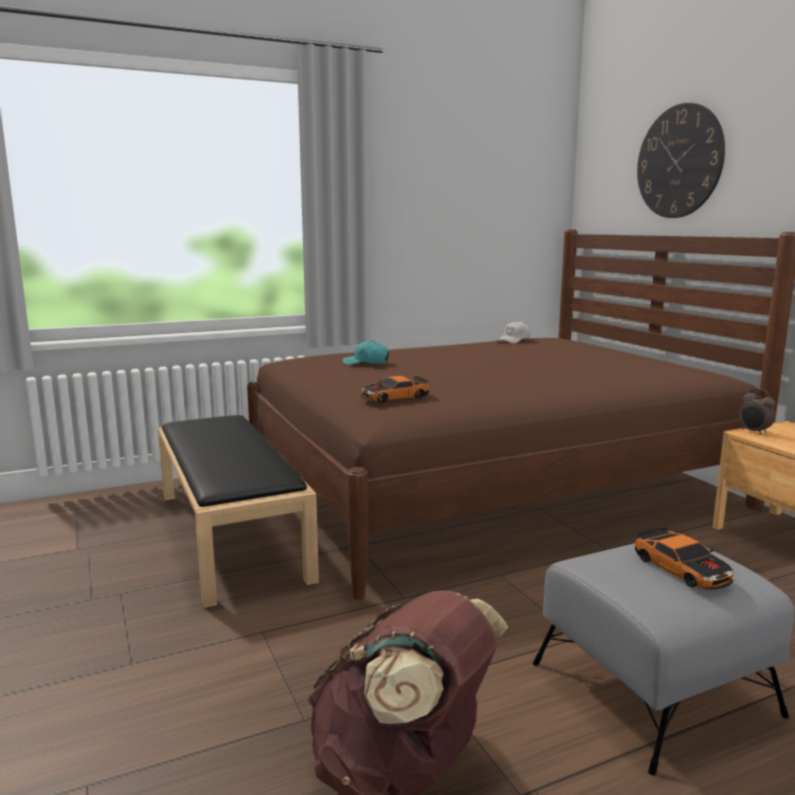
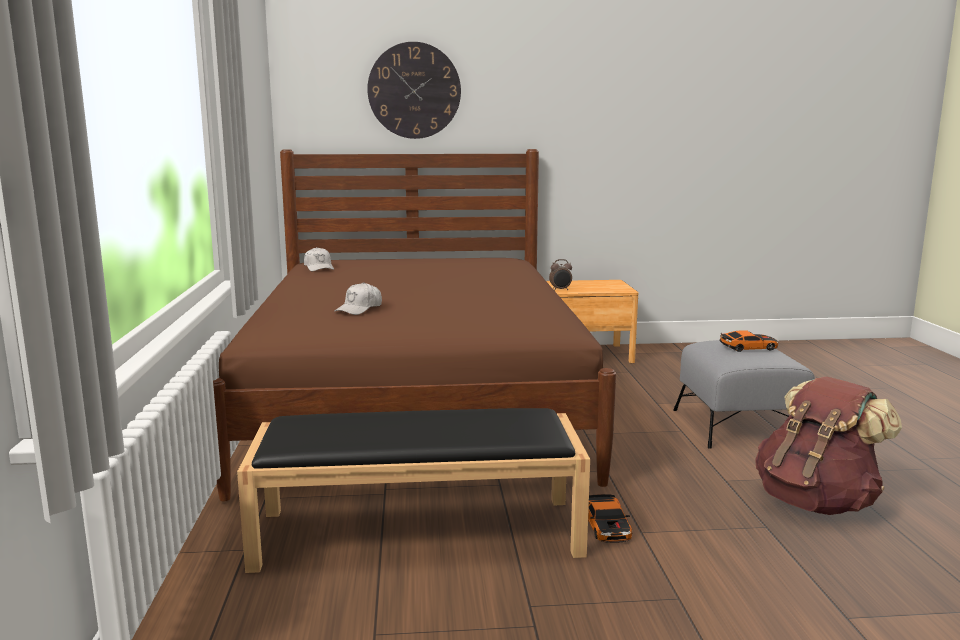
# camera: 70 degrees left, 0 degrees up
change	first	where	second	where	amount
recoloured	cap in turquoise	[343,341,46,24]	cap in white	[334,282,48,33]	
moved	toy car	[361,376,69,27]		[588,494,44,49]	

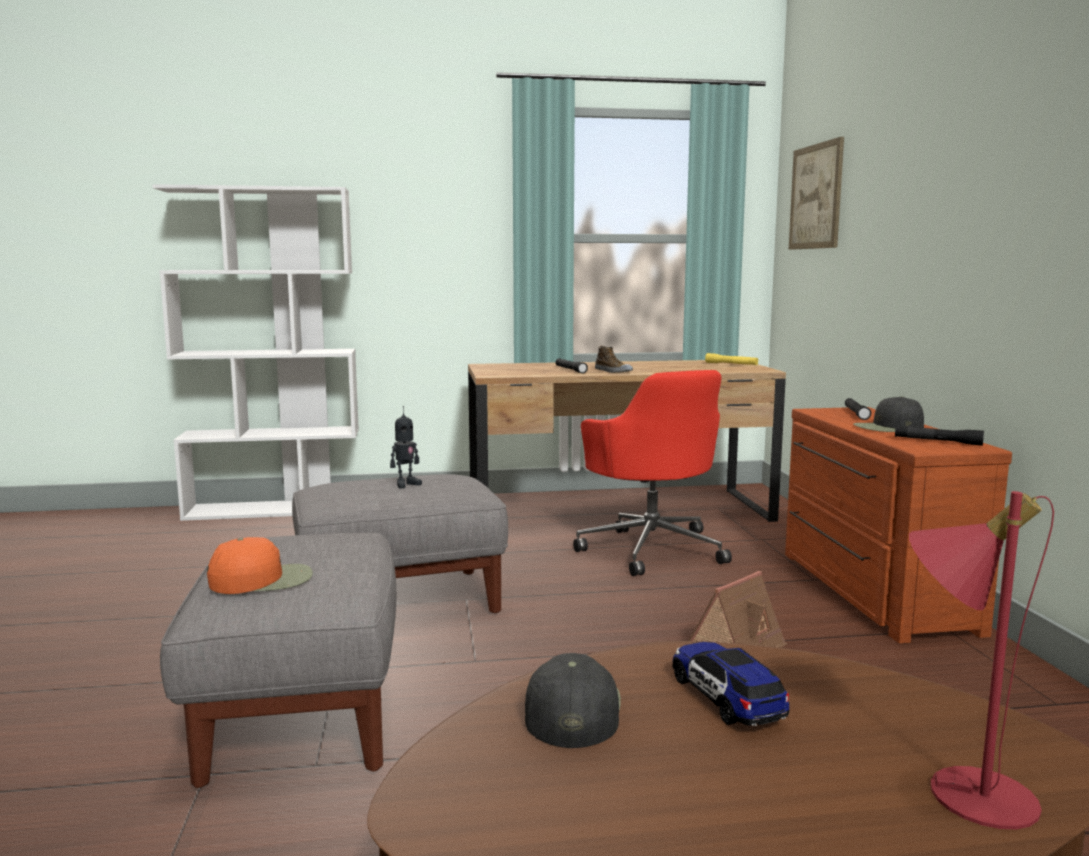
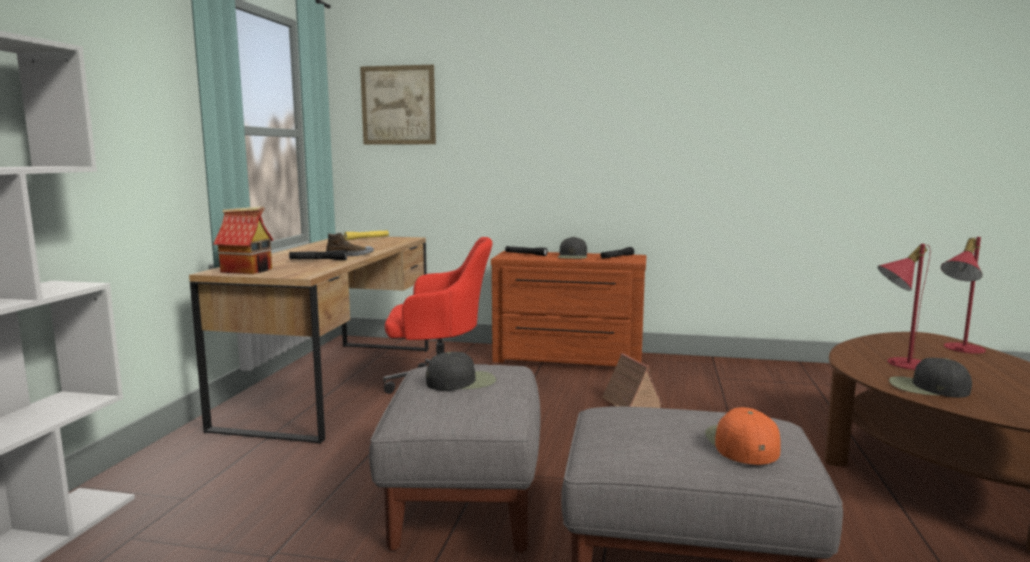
# camera: 70 degrees left, 0 degrees up
change	first	where	second	where	amount
replaced	toy robot	[390,406,32,82]	cap in blackish	[426,352,70,39]	
replaced	toy car	[672,642,117,84]	tabletop lamp in red	[877,244,54,126]	
added			model house	[213,206,61,68]	

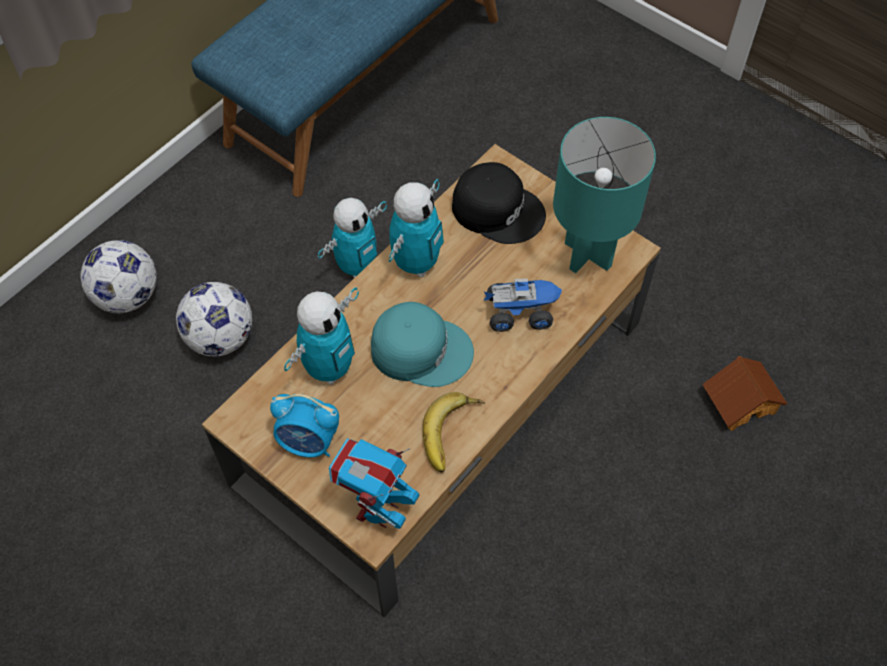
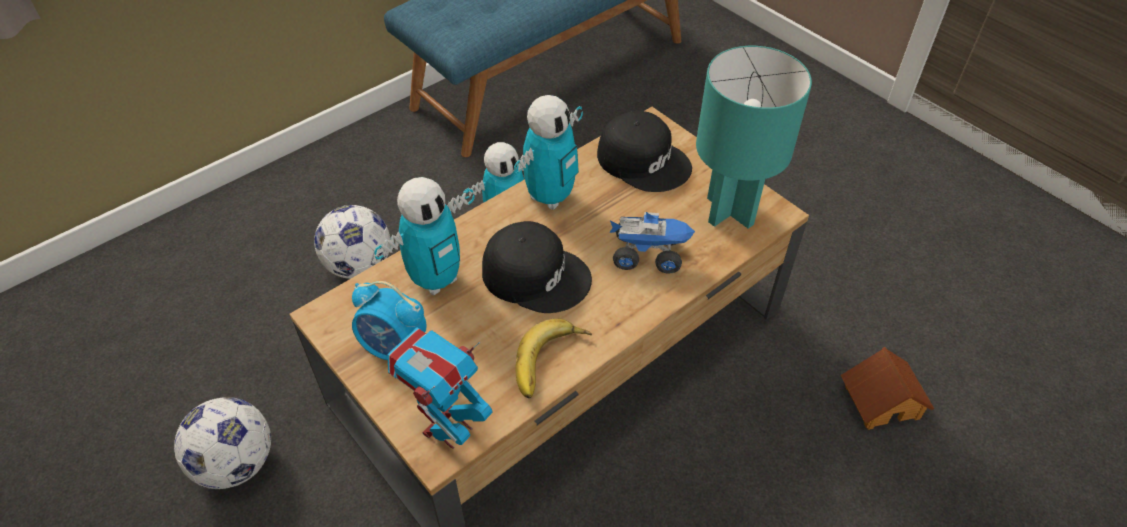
# camera: 10 degrees right, 10 degrees down
change	first	where	second	where	amount
moved	ball for football	[81,240,76,74]		[174,397,97,92]	
recoloured	cap in turquoise	[371,302,103,85]	cap in blackish	[482,221,110,92]	

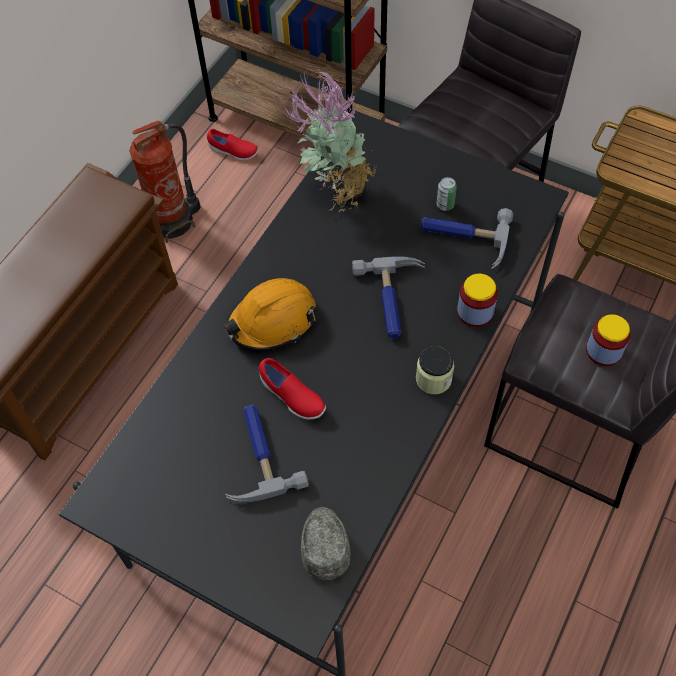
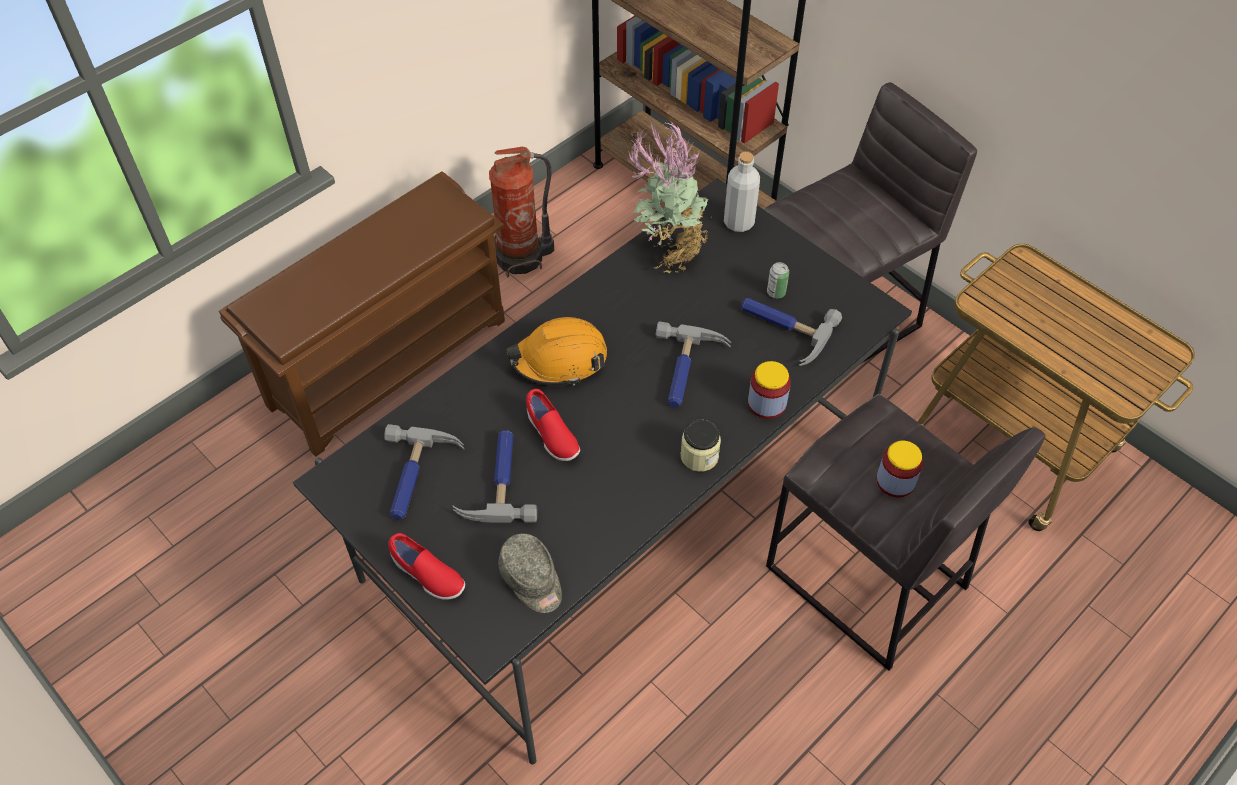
# camera: 15 degrees right, 5 degrees down
change	first	where	second	where	amount
moved	low shoe in red	[207,129,52,31]		[388,533,77,67]	
turned	cap in gray	[301,507,50,73]		[498,534,64,79]	135 degrees clockwise
added			bottle in gray	[724,152,36,80]	
added			tool hammer	[384,424,80,96]	

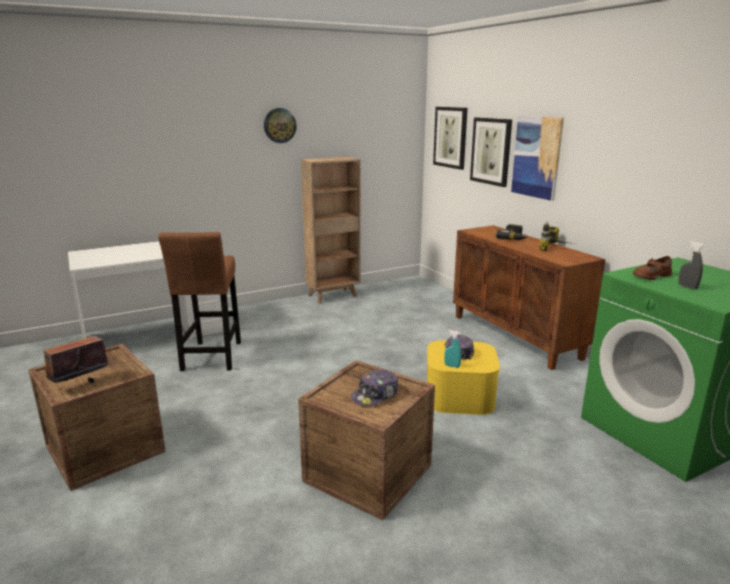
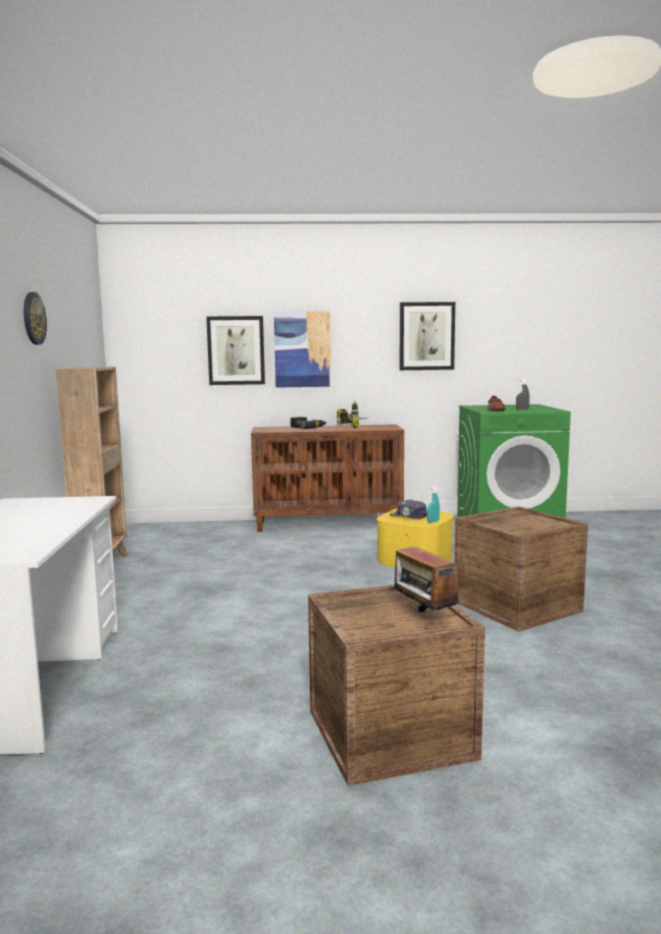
# camera: 65 degrees left, 10 degrees down
change	first	where	second	where	amount
moved	wall art	[433,107,35,63]		[400,302,55,68]	
removed	sitting stool in brown-coloured	[158,232,83,139]			
removed	cap	[351,369,47,38]			

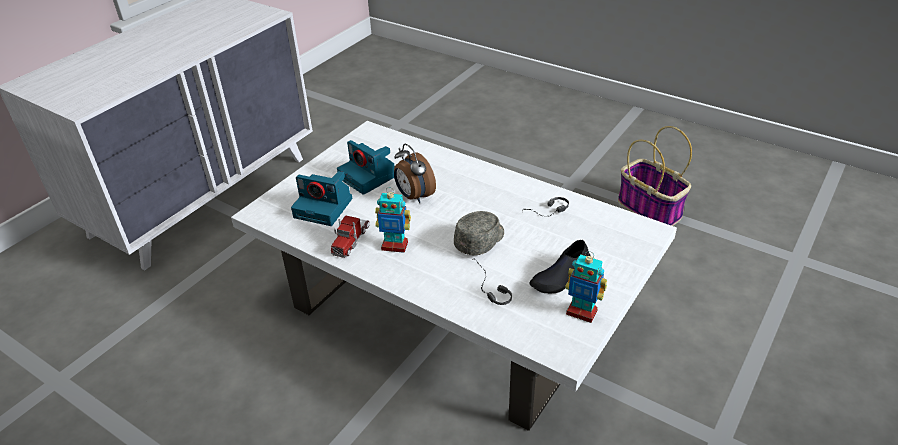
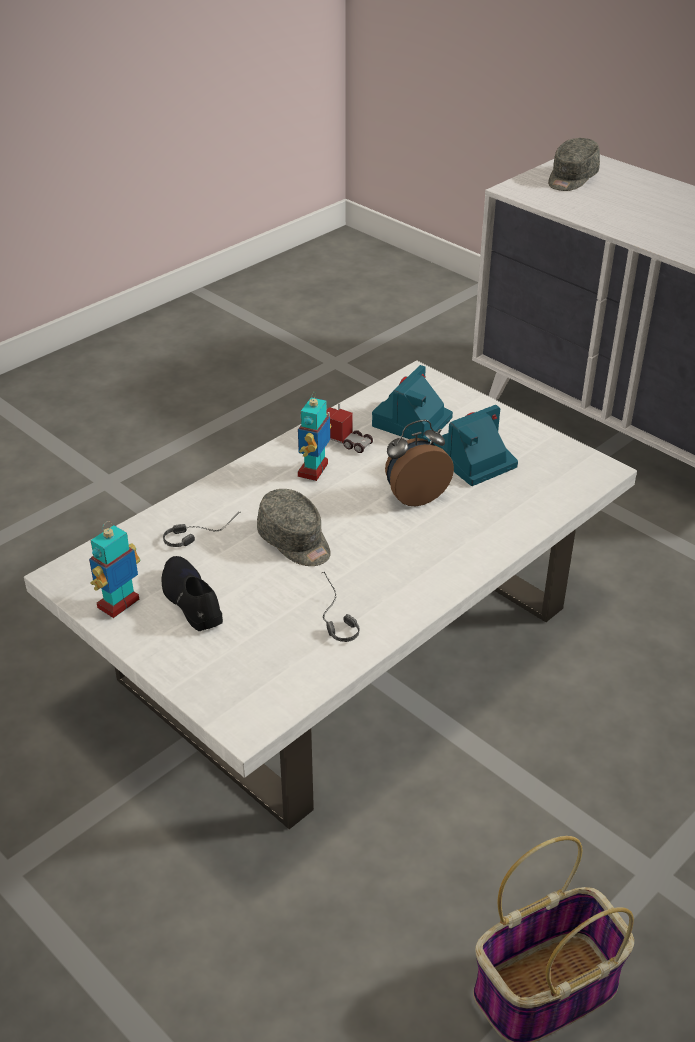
# camera: 100 degrees right, 0 degrees up
change	first	where	second	where	amount
added			cap in gray	[548,138,52,53]	

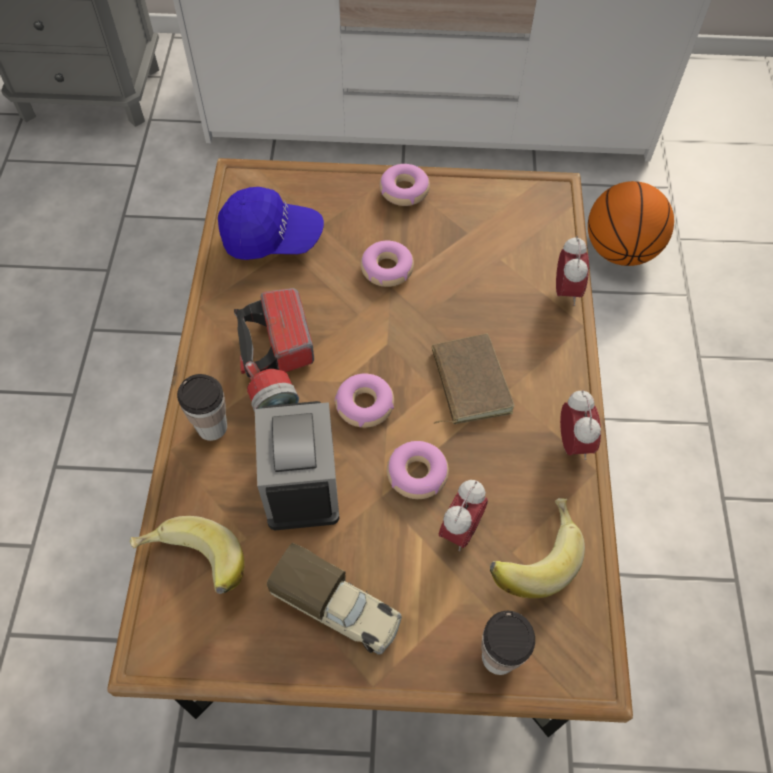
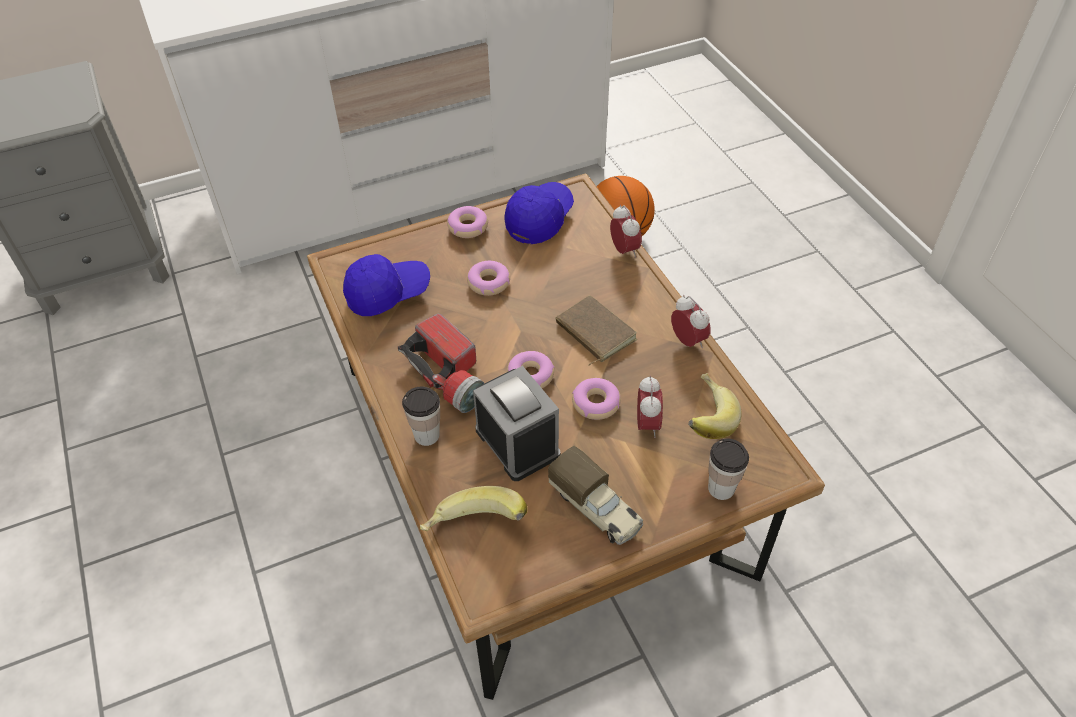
# camera: 25 degrees left, 10 degrees down
change	first	where	second	where	amount
turned	toy lorry	[267,543,135,112]		[548,446,95,99]	45 degrees clockwise
added			cap in blue-coloured	[504,182,70,62]	

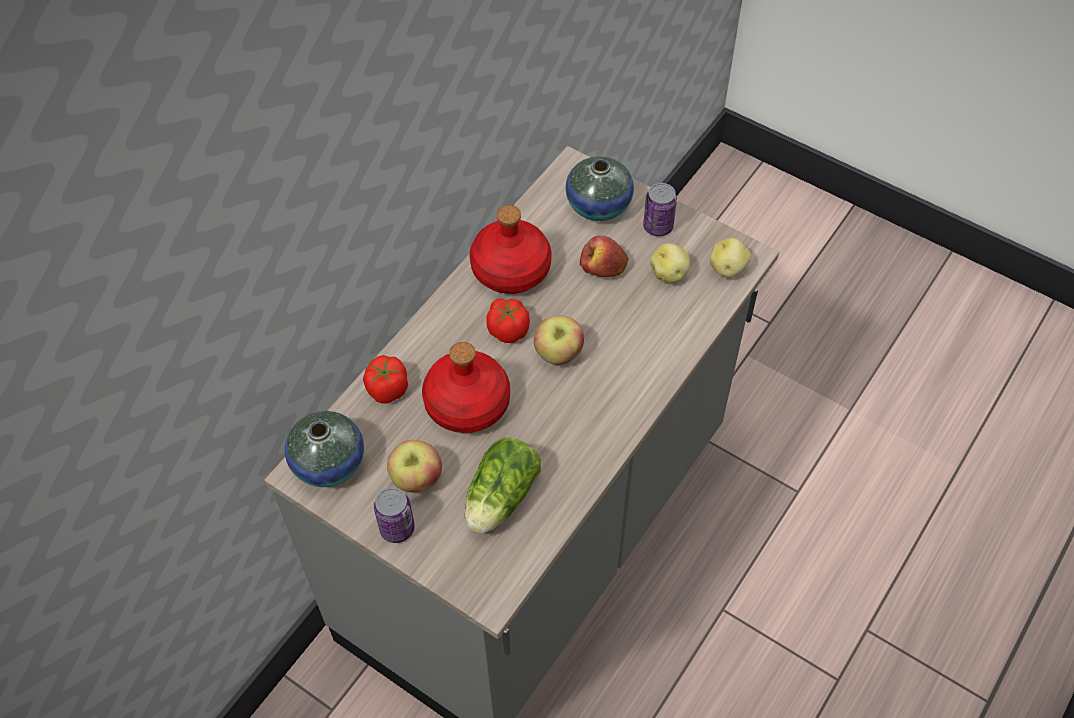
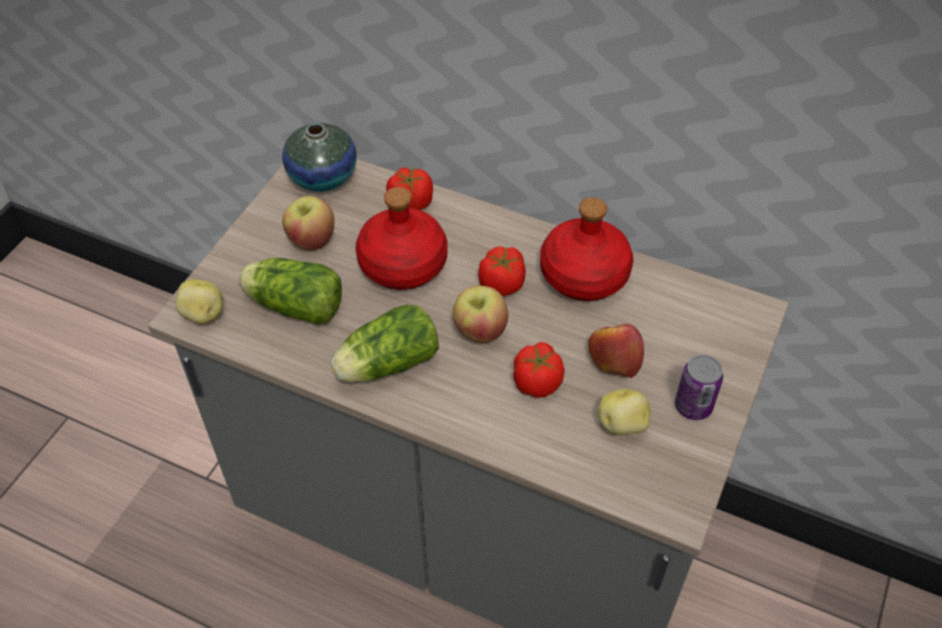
# camera: 80 degrees right, 5 degrees down
change	first	where	second	where	amount
removed	decorative vase	[566,156,68,65]			
moved	potato	[710,238,41,40]		[175,279,48,45]	
removed	sealed can	[374,487,41,56]			
added			lettuce head	[330,305,109,77]	
added			whole tomato	[513,342,51,56]	

